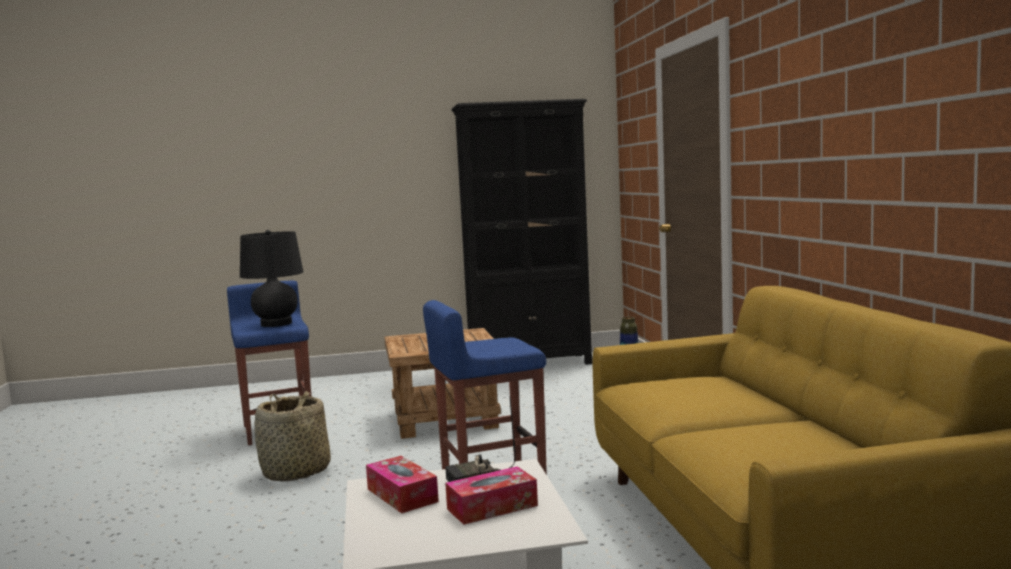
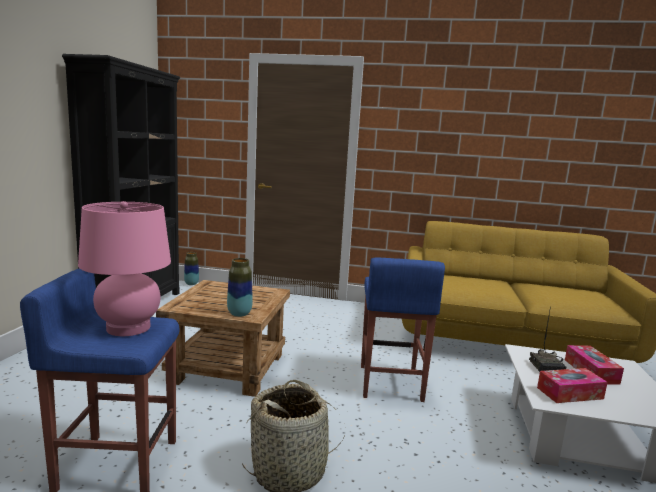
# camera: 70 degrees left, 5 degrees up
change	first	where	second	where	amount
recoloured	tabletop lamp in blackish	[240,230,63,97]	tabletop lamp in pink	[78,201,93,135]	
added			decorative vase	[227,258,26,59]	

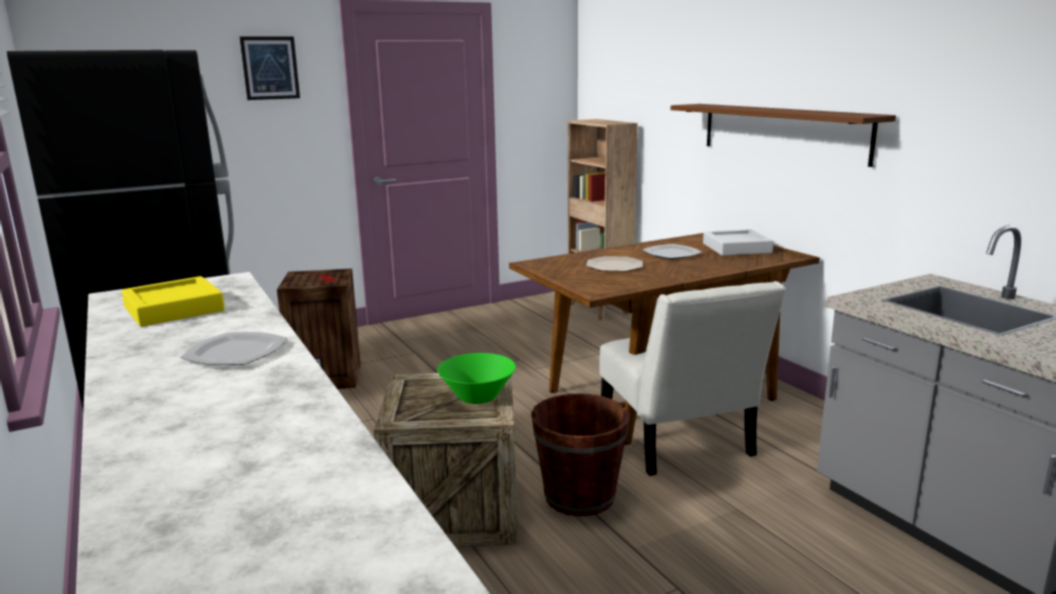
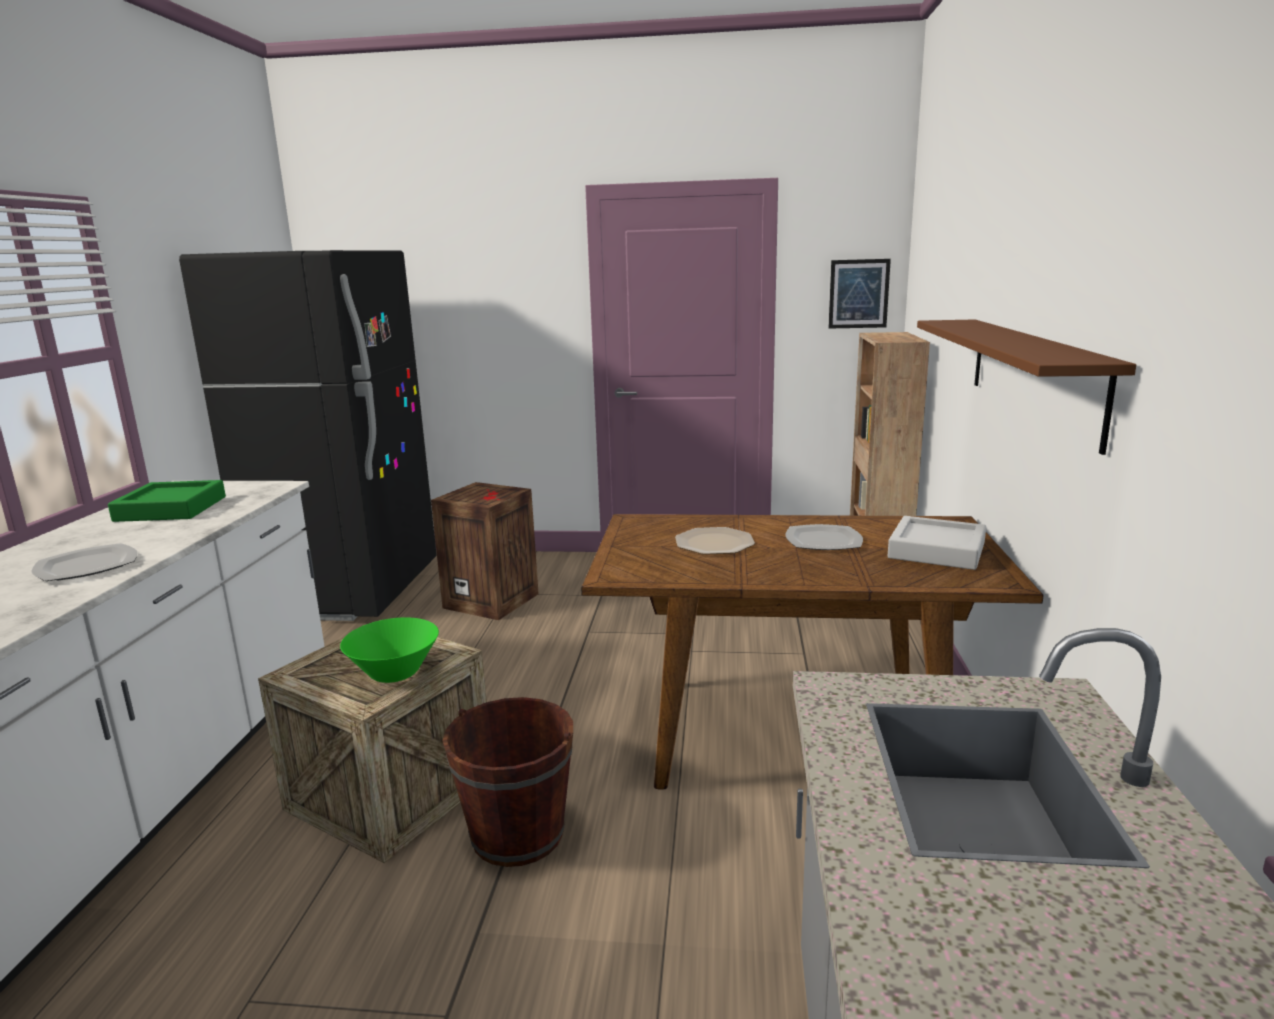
# camera: 35 degrees right, 0 degrees up
change	first	where	second	where	amount
moved	wall art	[240,37,60,63]		[829,259,62,70]	
recoloured	serving tray in yellow	[122,276,103,51]	serving tray in greenish	[108,480,118,42]	
removed	upright chair in white	[599,281,187,195]			

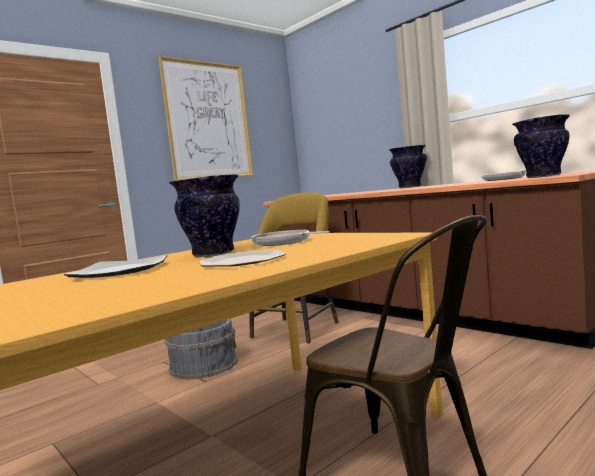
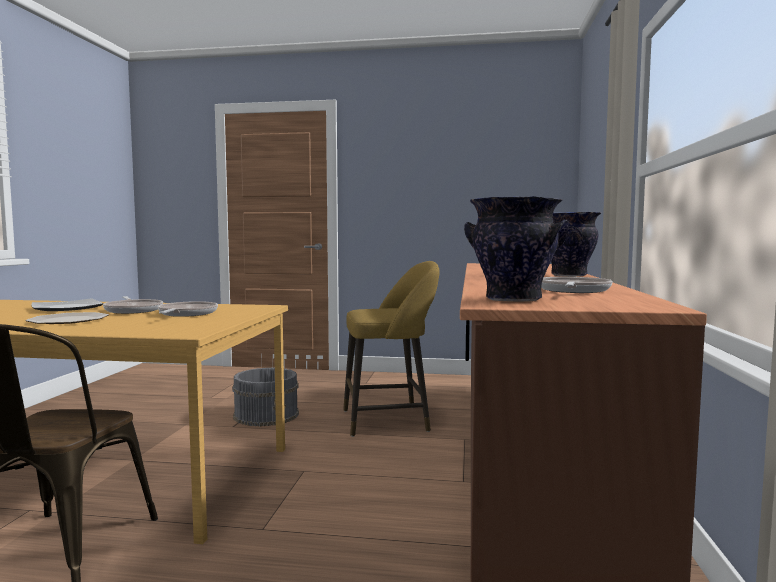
# camera: 50 degrees right, 0 degrees up
change	first	where	second	where	amount
removed	wall art	[158,56,95,125]			
replaced	decorative vase	[169,174,71,83]	frying pan	[103,296,60,18]	

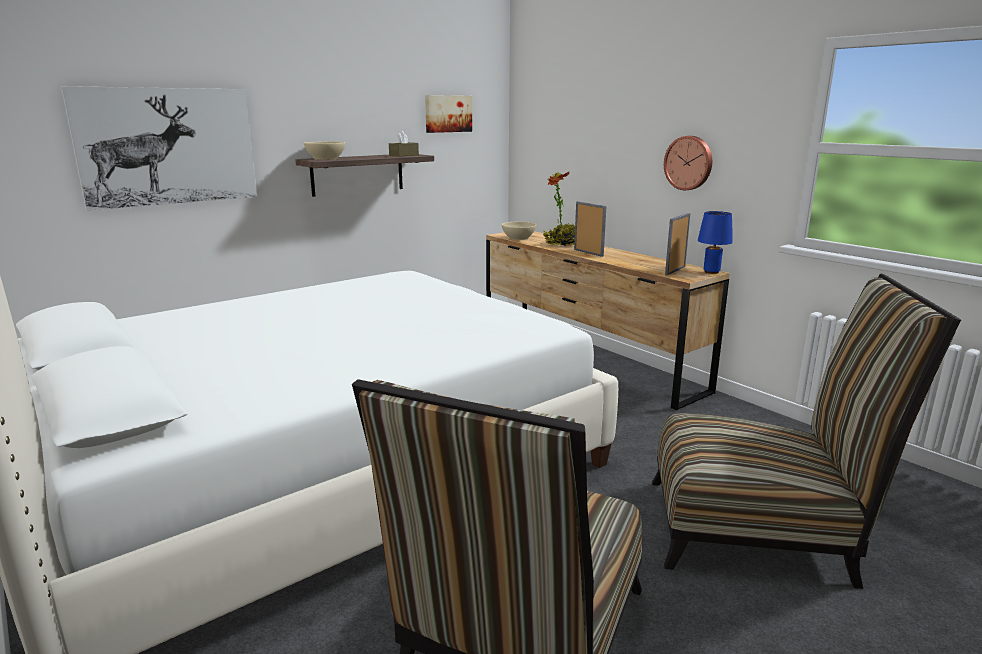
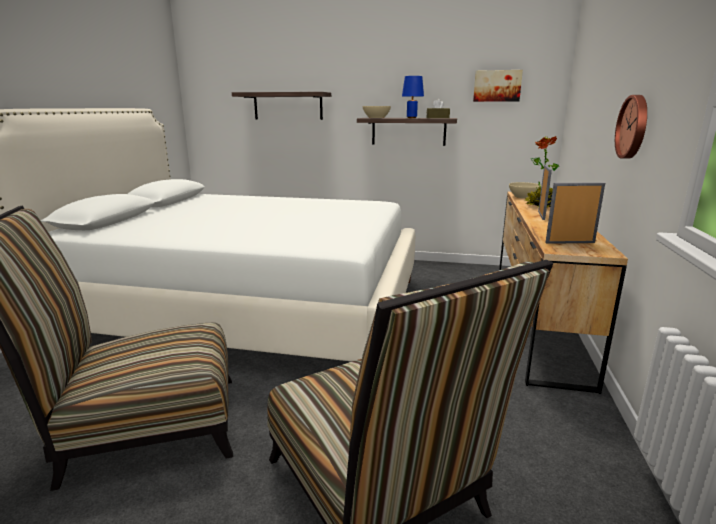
# camera: 50 degrees right, 0 degrees up
change	first	where	second	where	amount
replaced	wall art	[61,86,196,125]	wall shelf	[232,92,99,28]	
moved	tabletop lamp in blue-coloured	[698,211,35,63]		[402,76,22,42]	

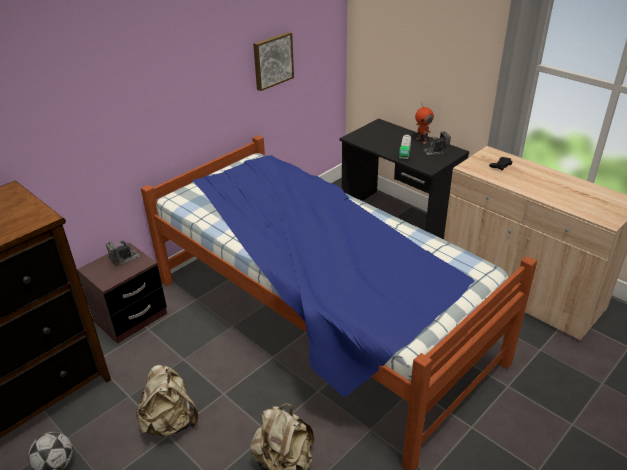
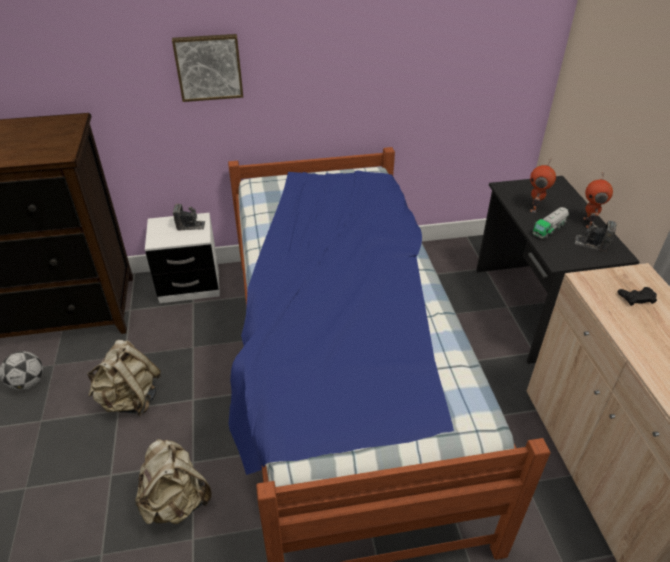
# camera: 35 degrees right, 5 degrees up
change	first	where	second	where	amount
moved	wall art	[253,32,41,59]		[172,34,71,68]	
recoloured	nightstand in brown-coloured	[77,243,90,101]	nightstand in white	[145,213,75,90]	
added			toy robot	[530,158,26,55]	

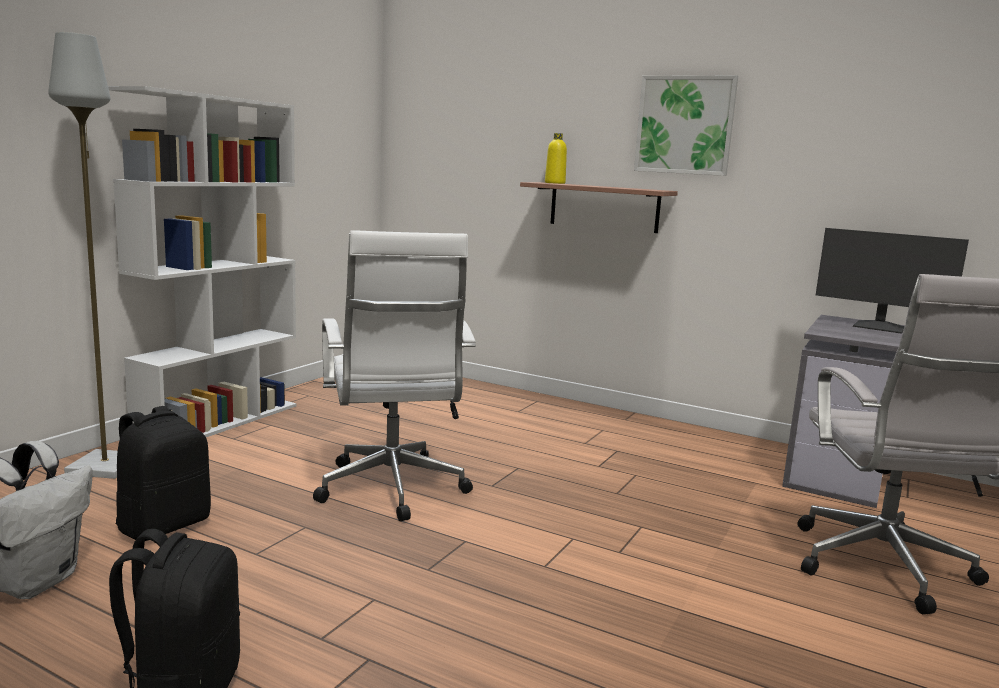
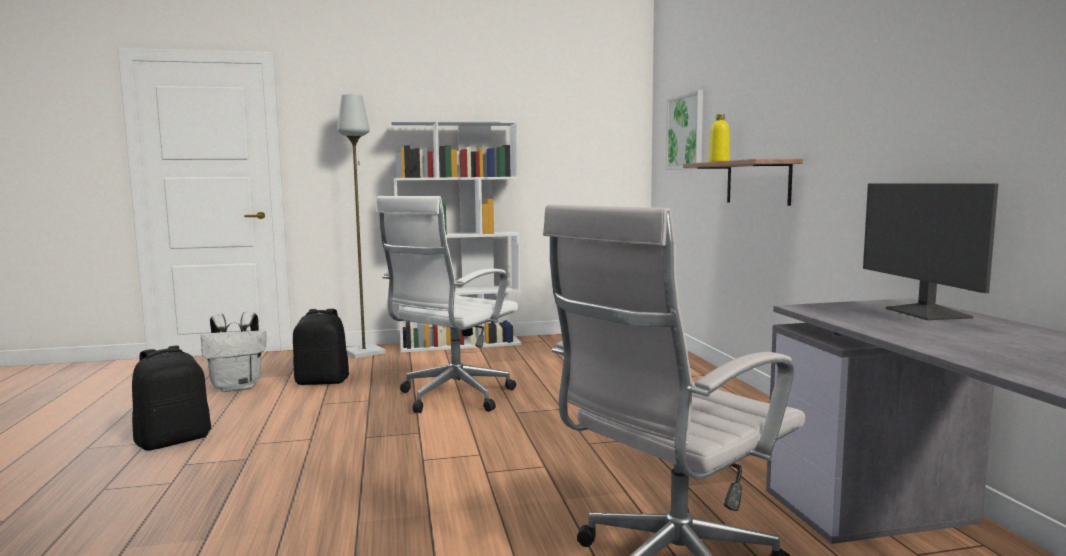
# camera: 50 degrees right, 5 degrees down
change	first	where	second	where	amount
moved	wall art	[634,75,104,101]		[666,90,37,80]	

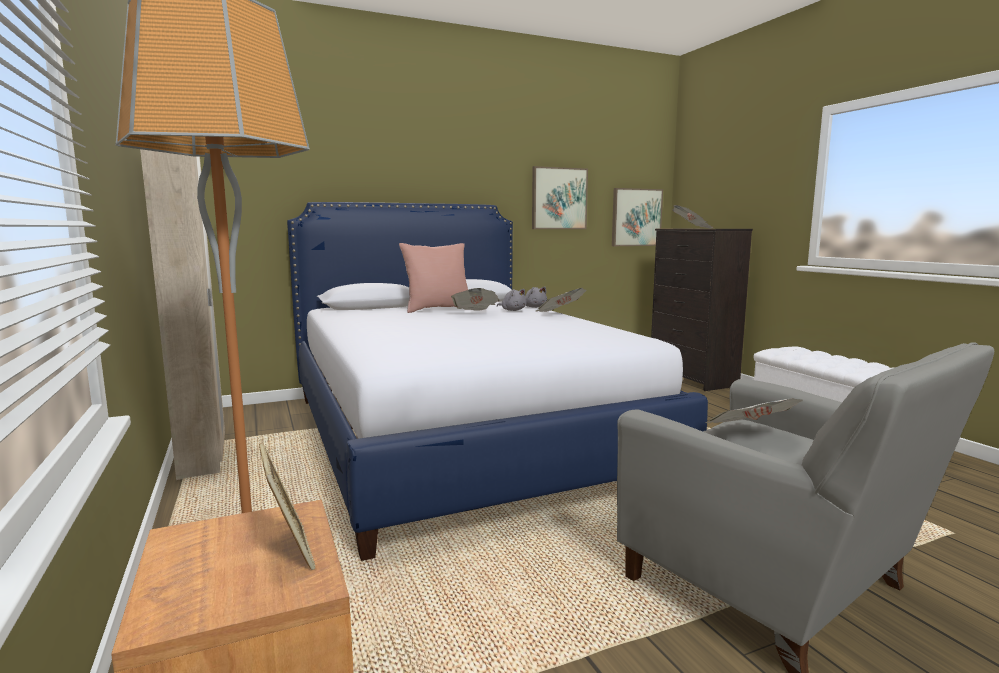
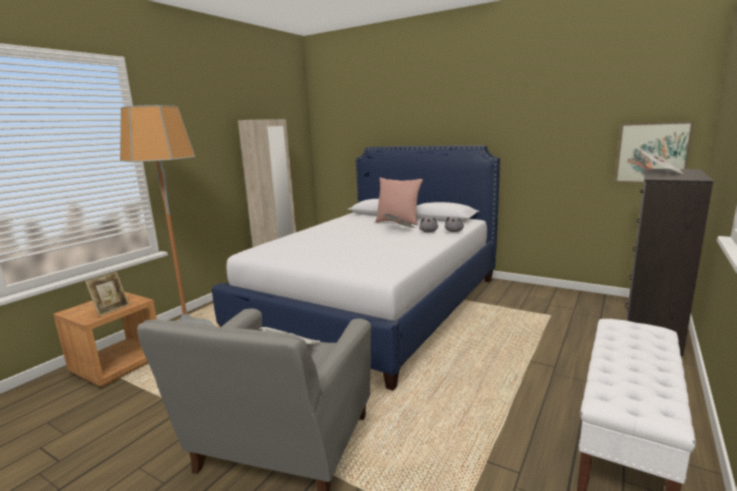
# camera: 55 degrees right, 5 degrees up
change	first	where	second	where	amount
removed	wall art	[532,166,56,63]			
removed	daily paper	[536,288,50,24]			

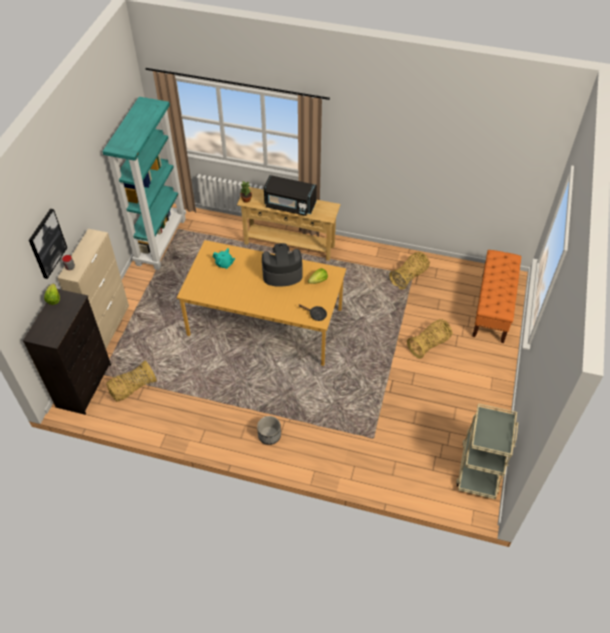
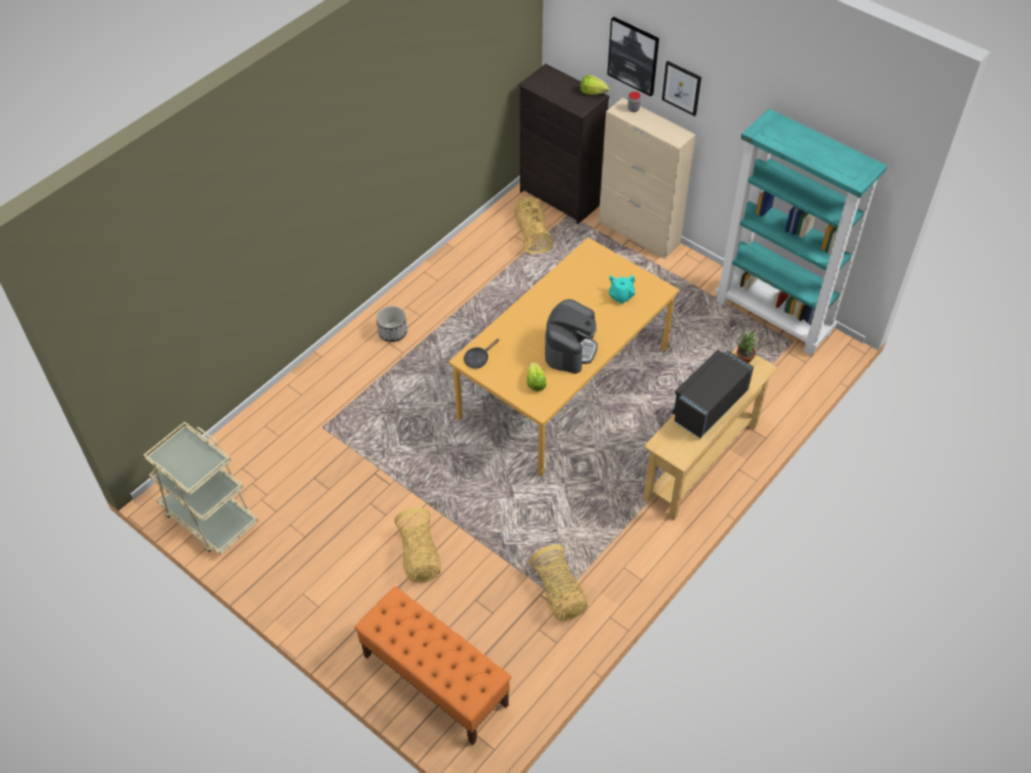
# camera: 115 degrees right, 0 degrees up
change	first	where	second	where	amount
added			wall art	[662,61,40,55]	

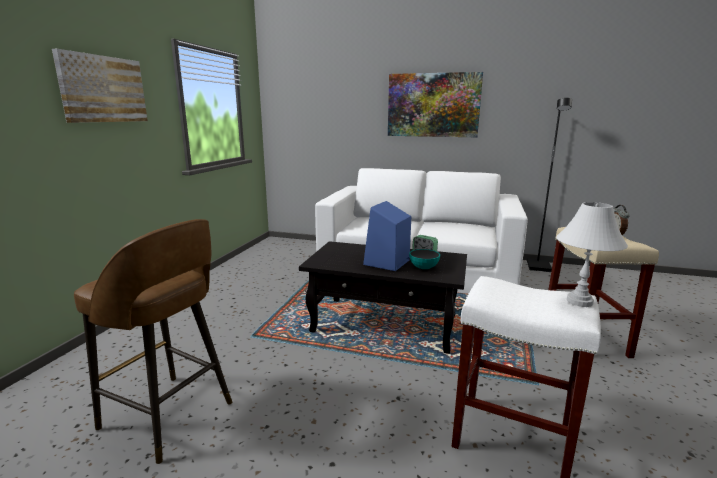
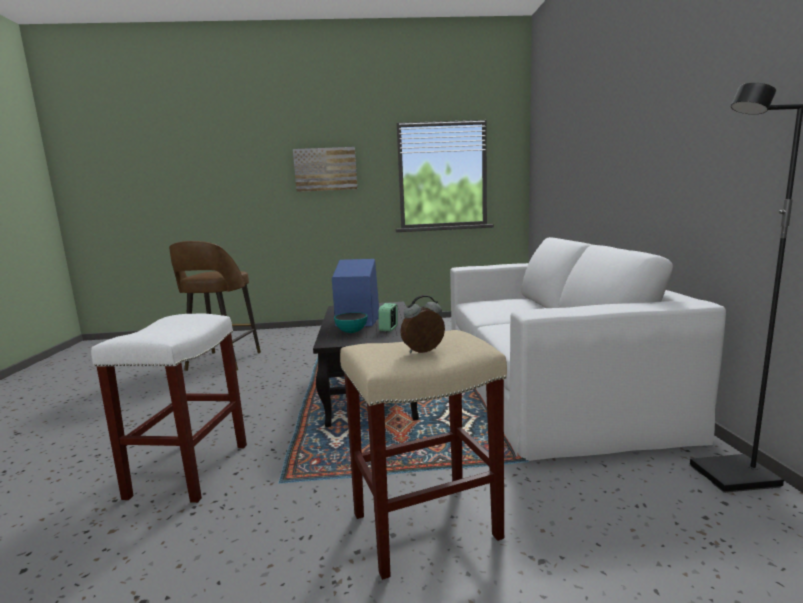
# camera: 70 degrees right, 5 degrees down
change	first	where	second	where	amount
removed	wall art	[388,72,95,65]			
removed	tabletop lamp in white	[556,202,72,105]			

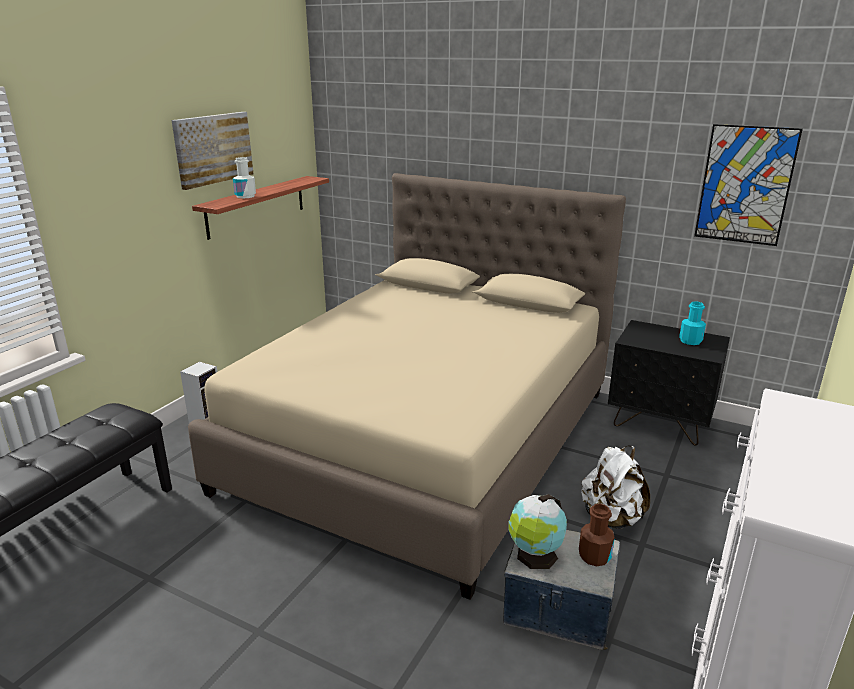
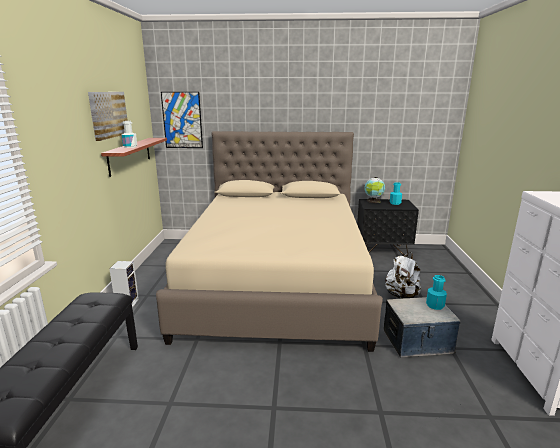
# camera: 25 degrees left, 5 degrees down
change	first	where	second	where	amount
moved	wall art	[694,124,109,122]		[161,92,42,56]	
moved	desk globe	[508,494,59,75]		[364,177,21,26]	
recoloured	bottle in brown-coloured	[579,503,36,64]	bottle in turquoise	[426,275,21,35]	

